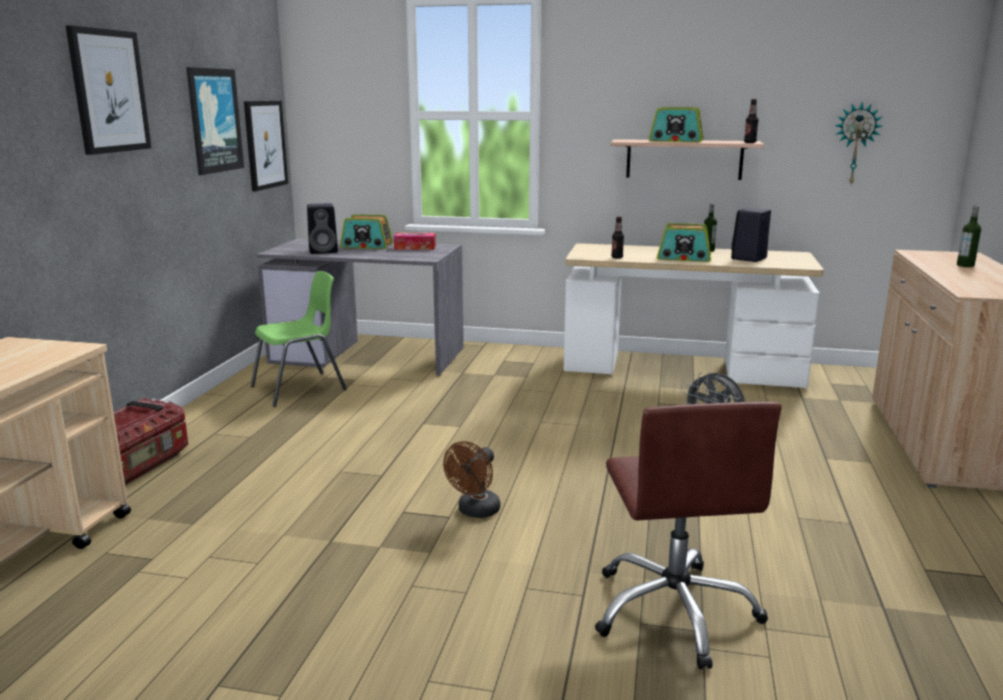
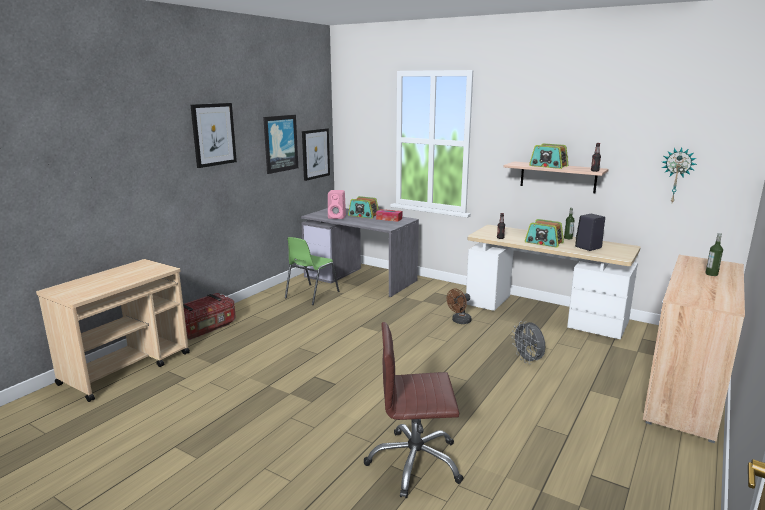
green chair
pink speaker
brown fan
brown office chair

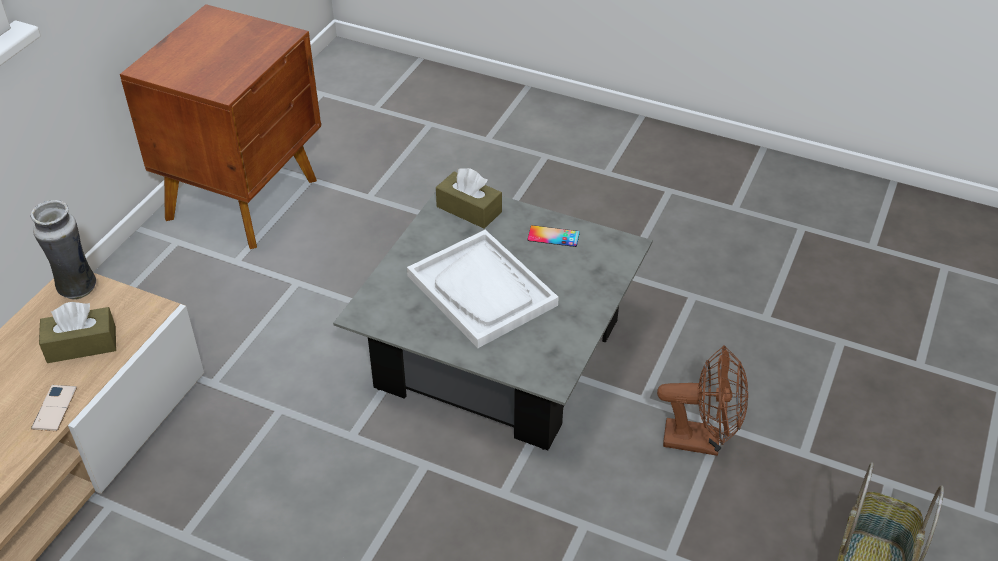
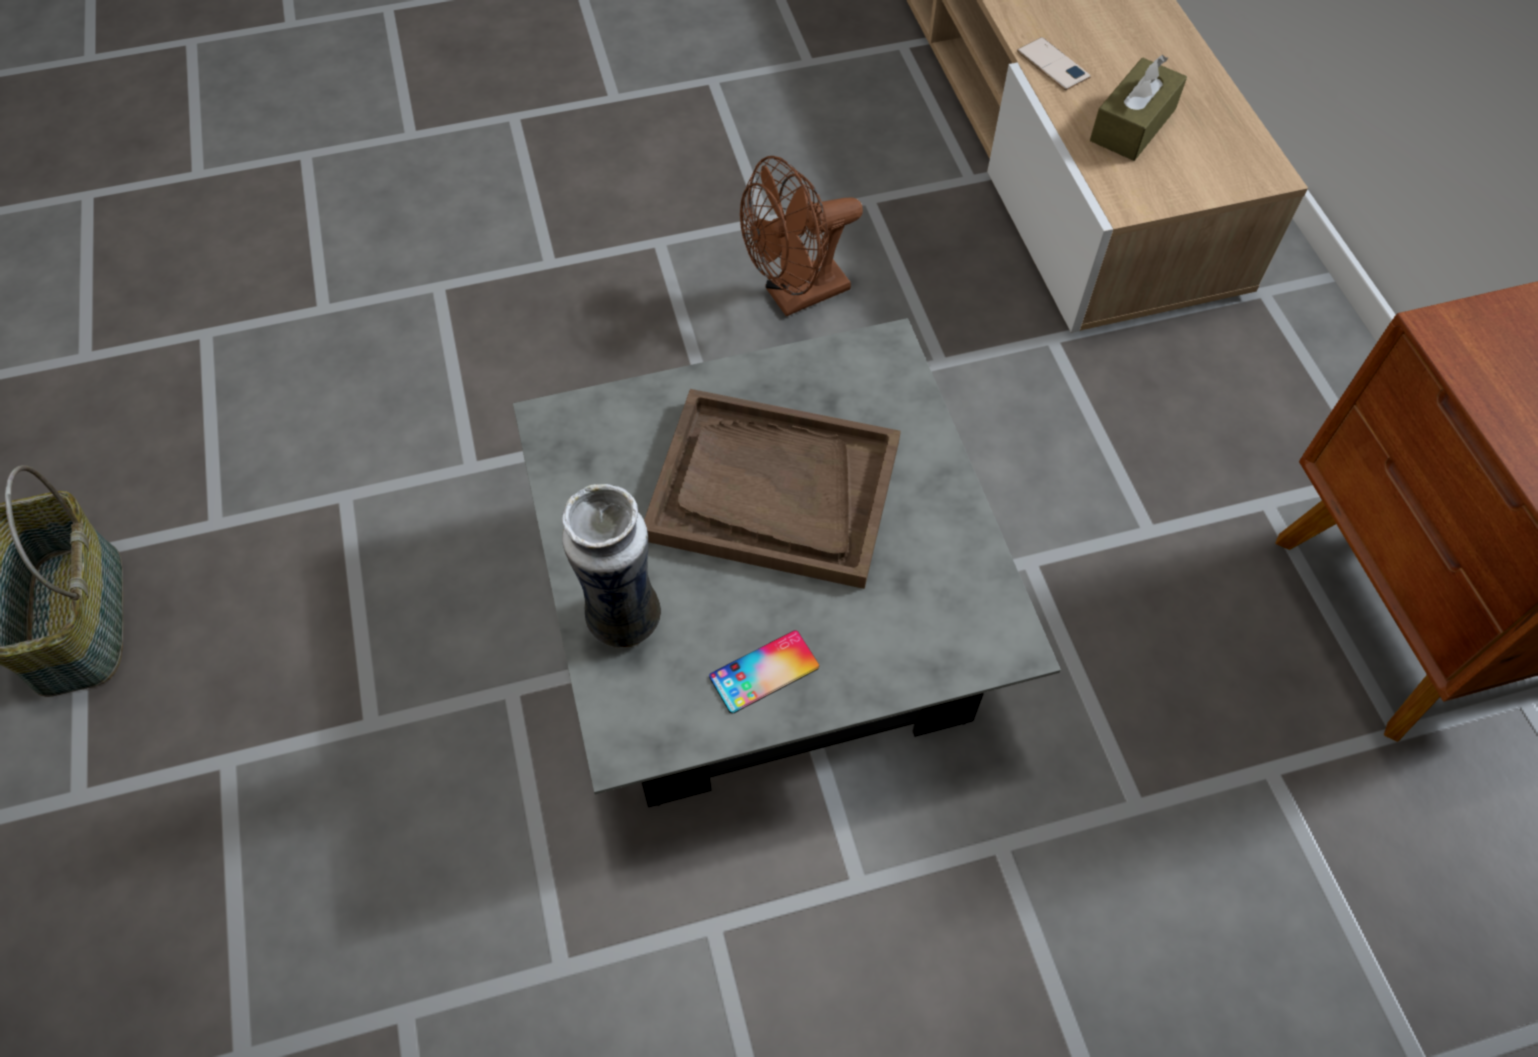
vase
brown tray
brown tissue box (2nd from left in the first image)
brown fan

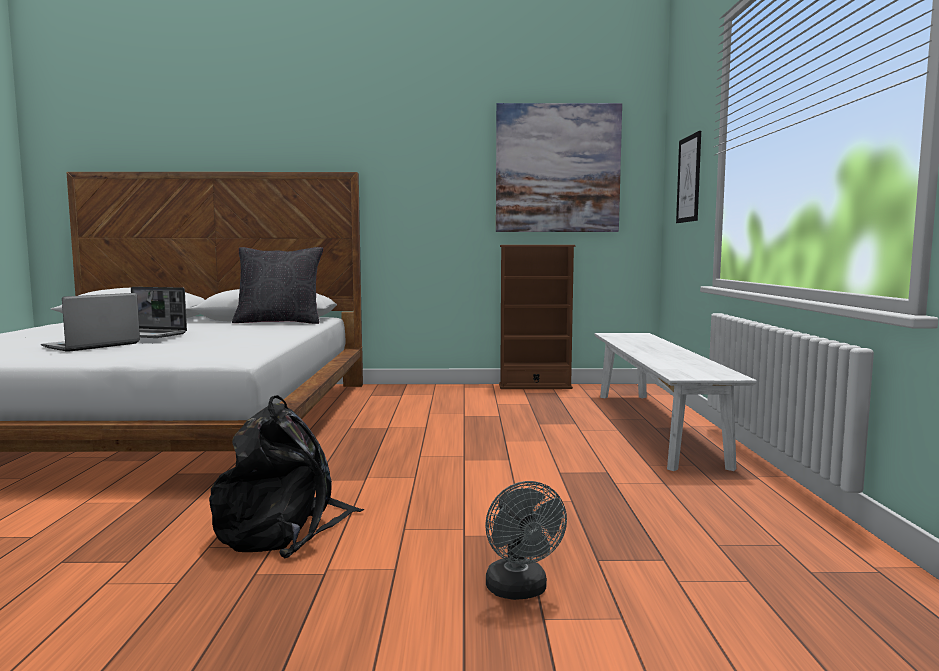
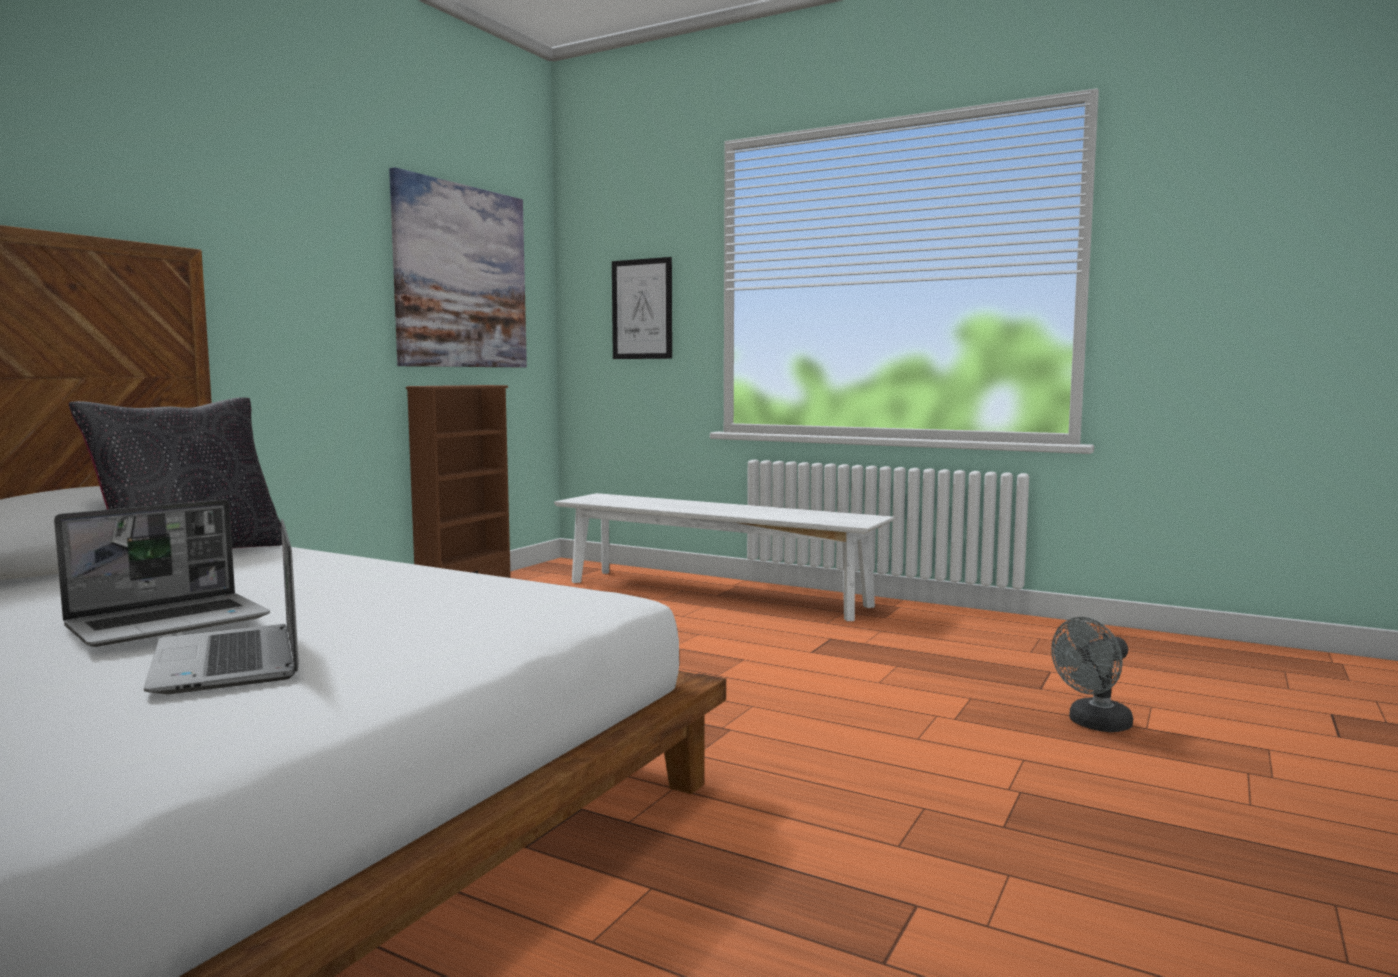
black backpack
grey fan

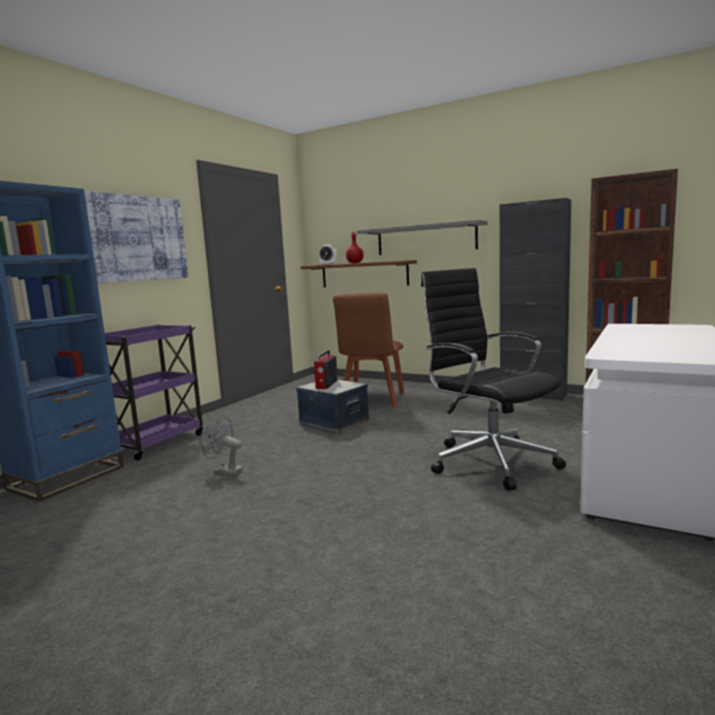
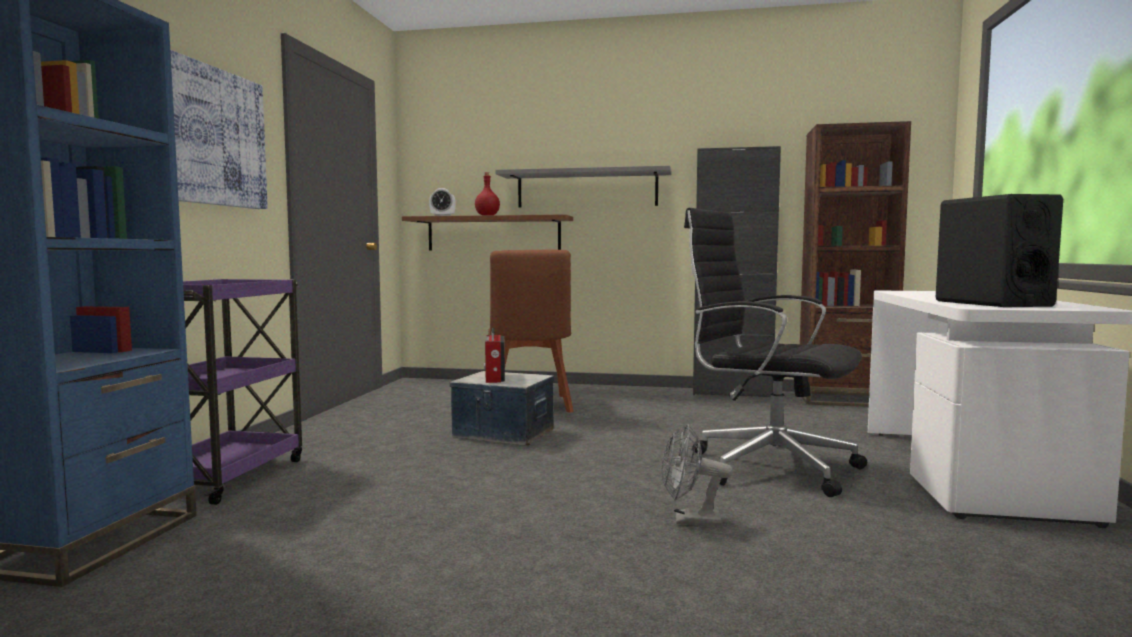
grey fan
black speaker

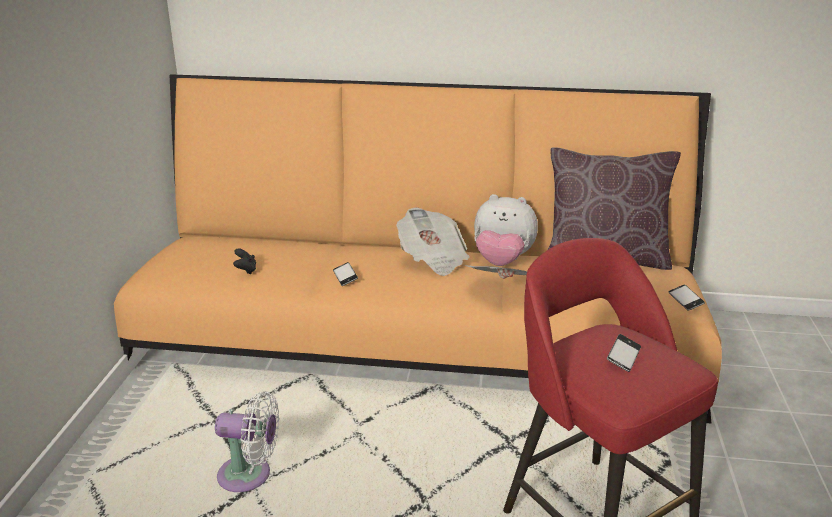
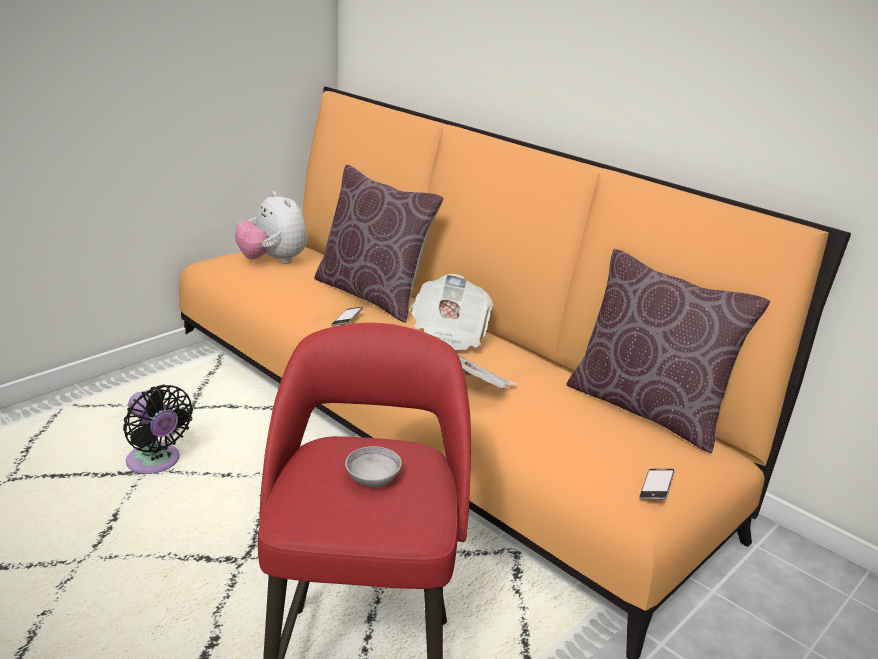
black fan
black game controller
plush toy
grey bowl
brown pillow (1st from left)

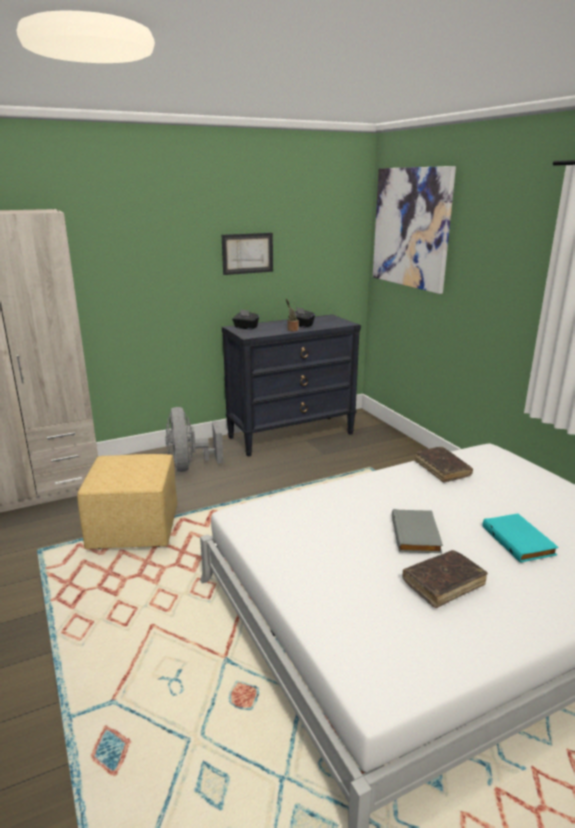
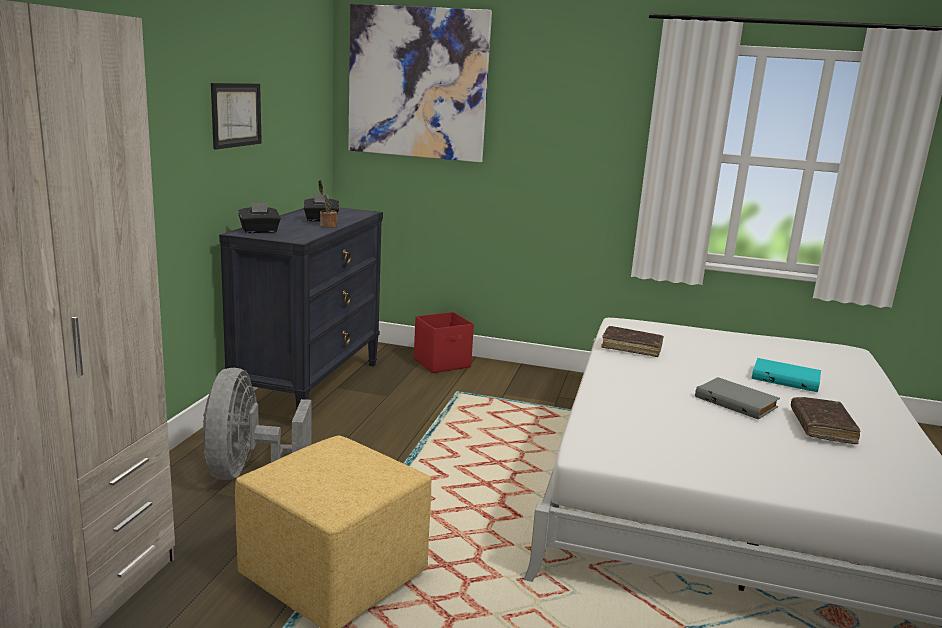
grey fan
red storage box

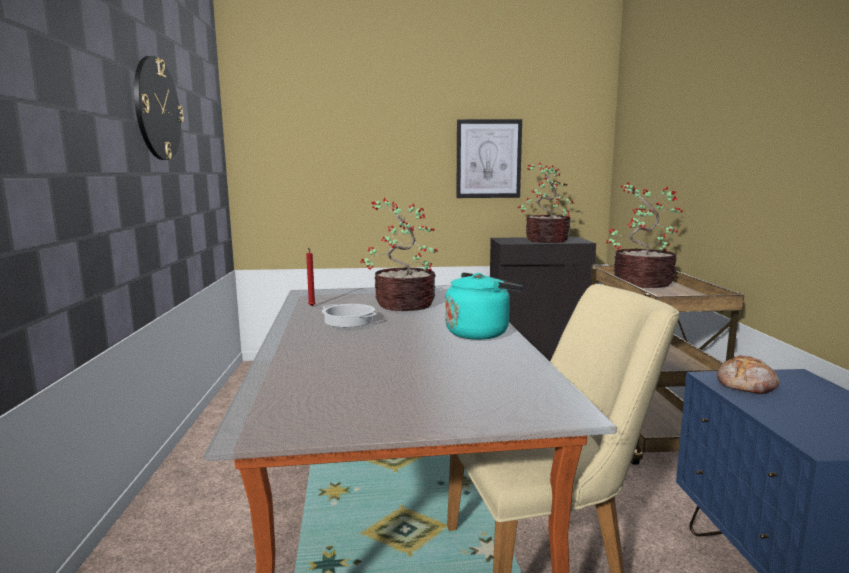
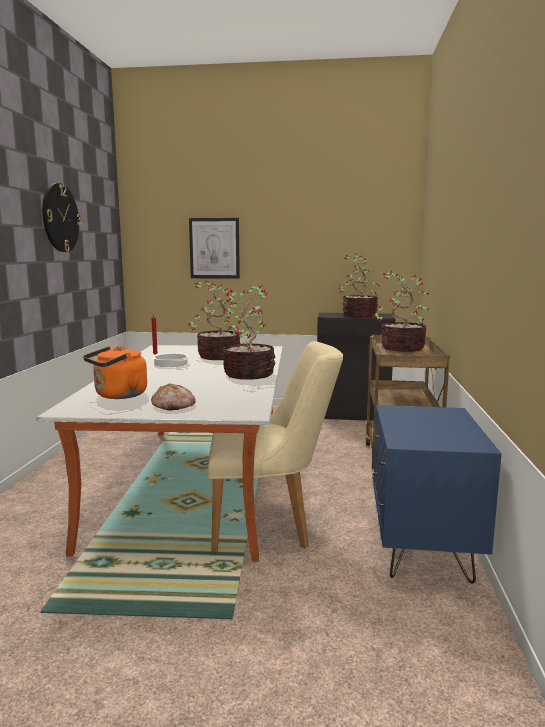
potted plant (2nd from left)
picture
bread
orange kettle

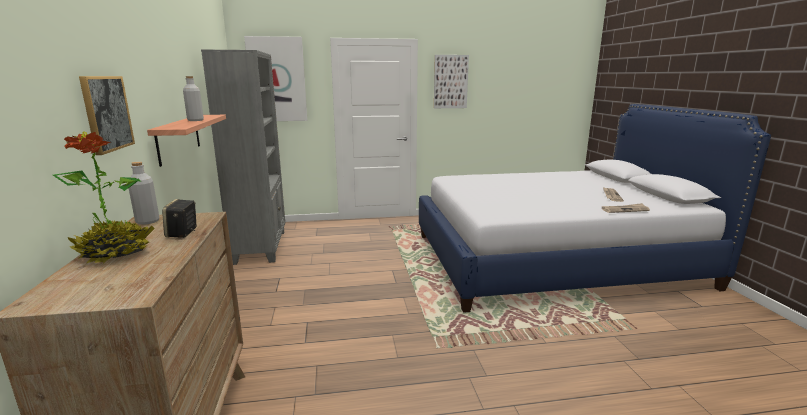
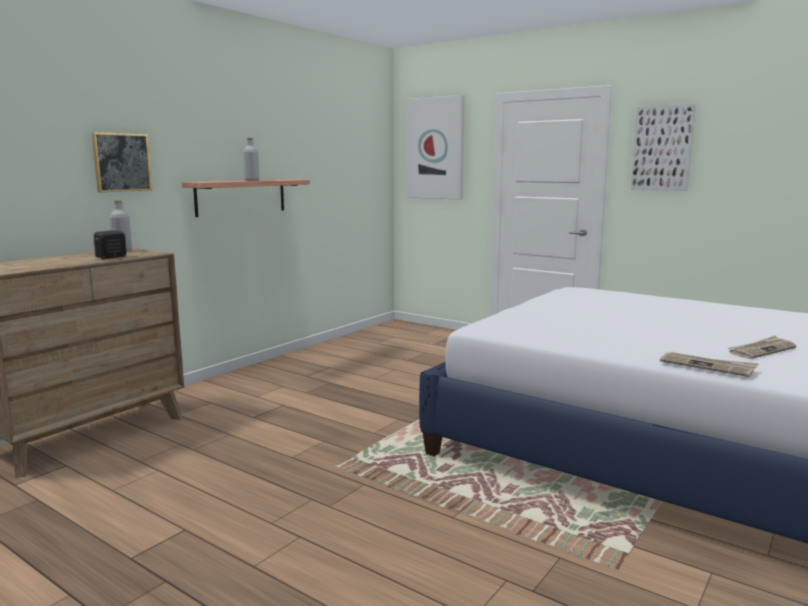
potted plant
grey bookcase

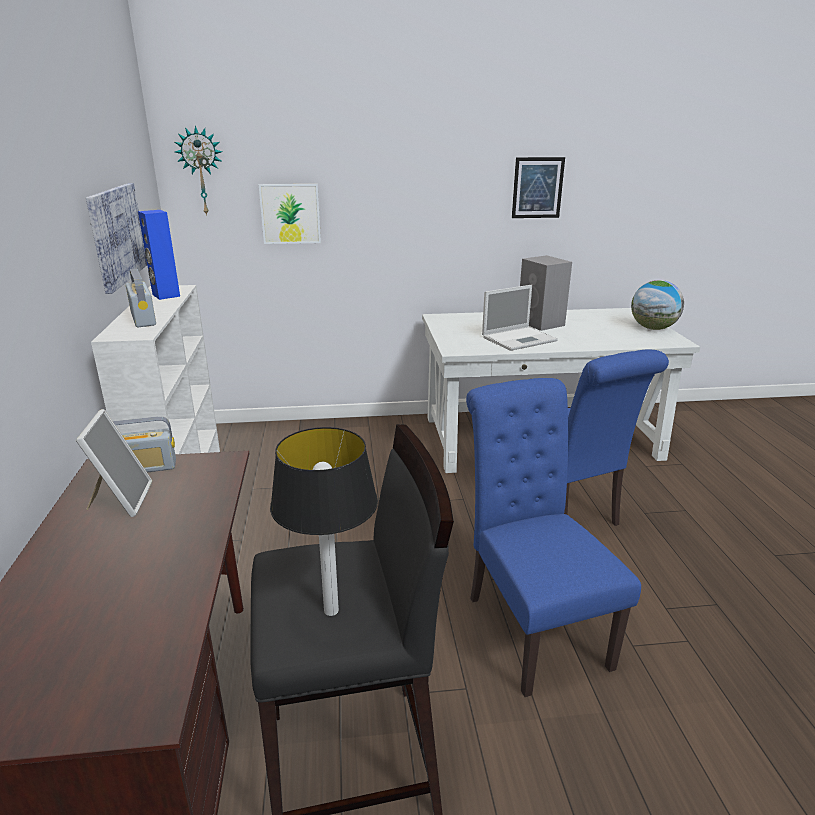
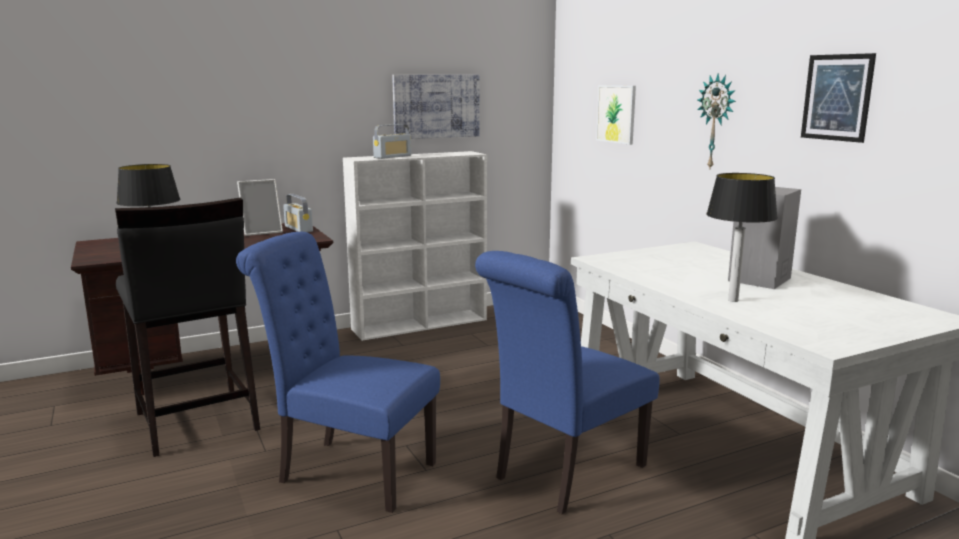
blue speaker
wall clock
blue chair (1st from left)
laptop
globe
table lamp (2nd from left)

